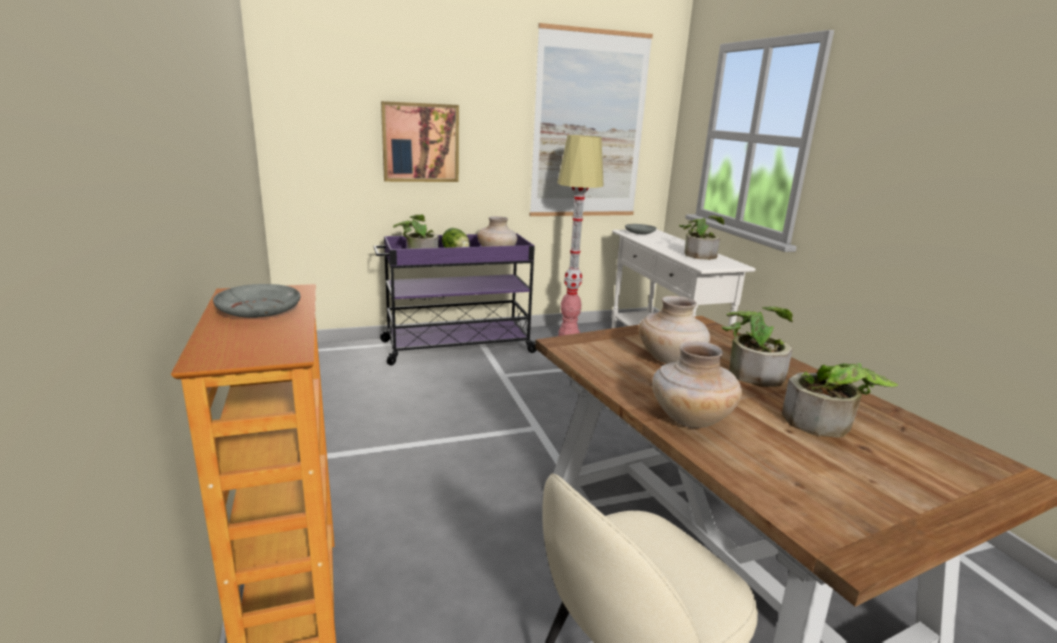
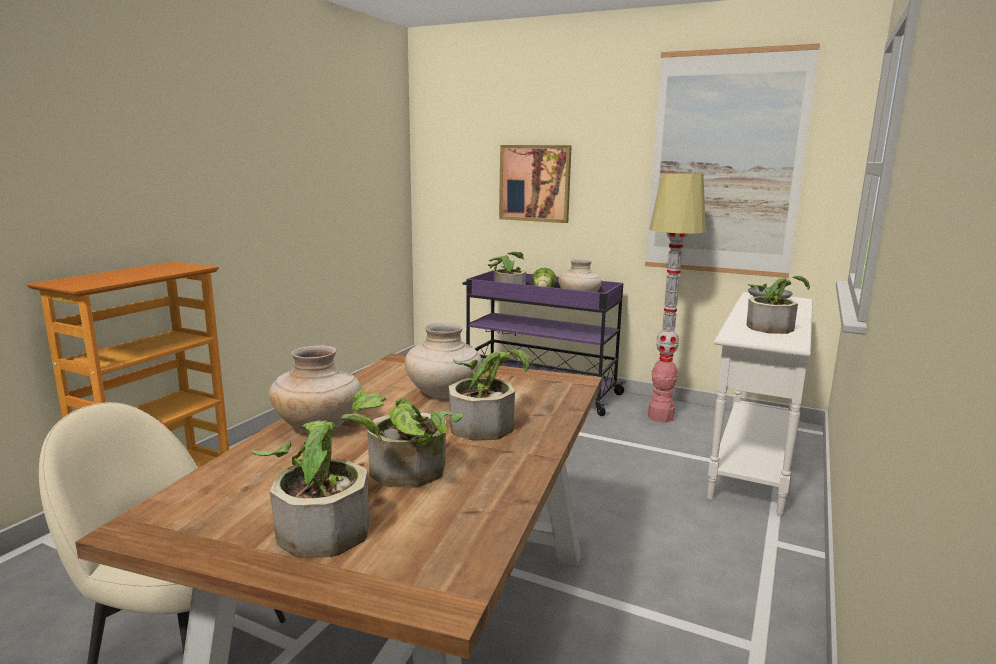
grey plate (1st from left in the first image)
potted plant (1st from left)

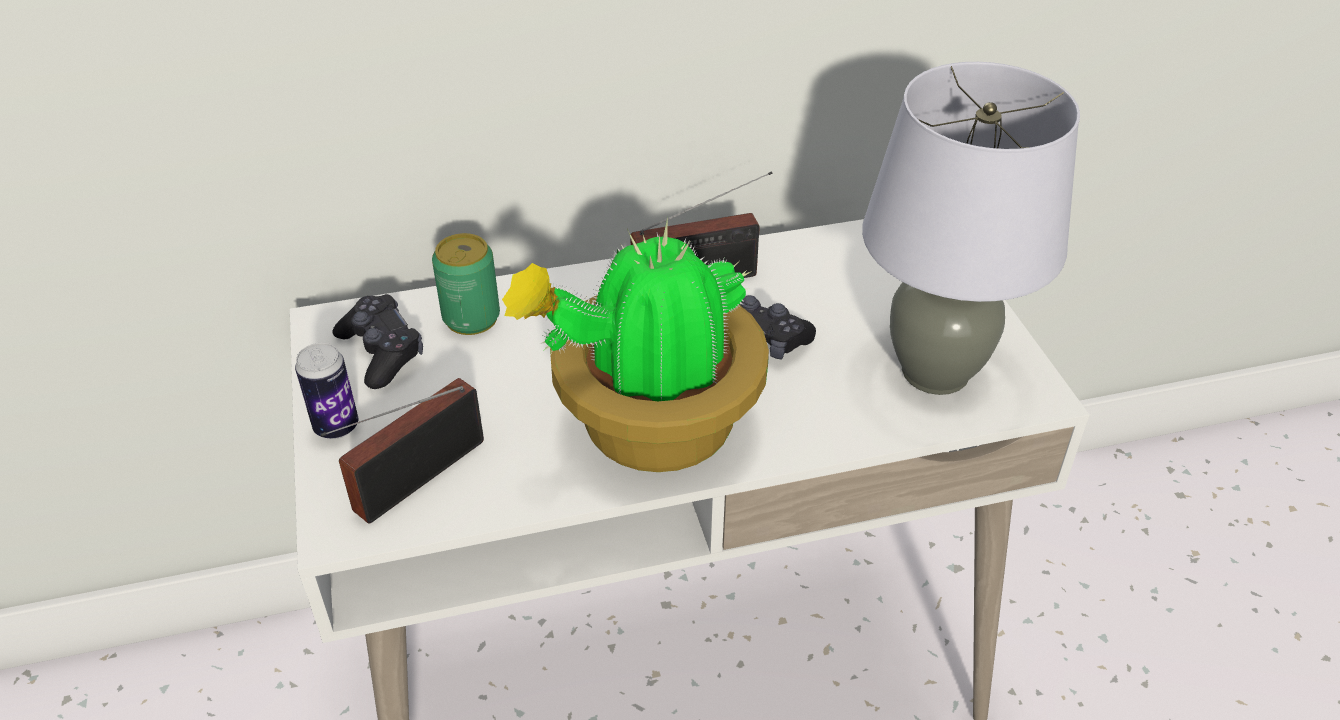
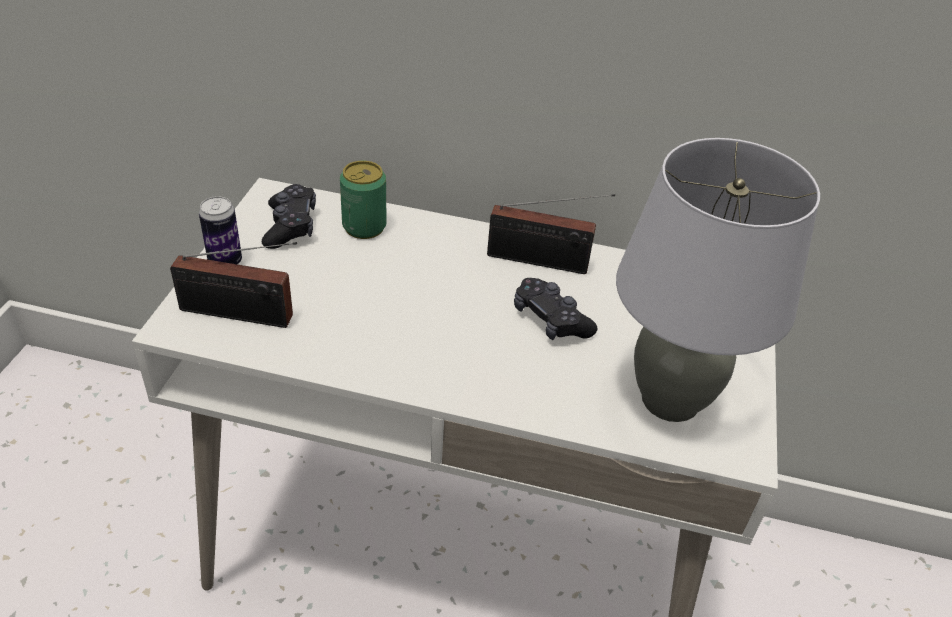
radio (1st from left)
potted plant

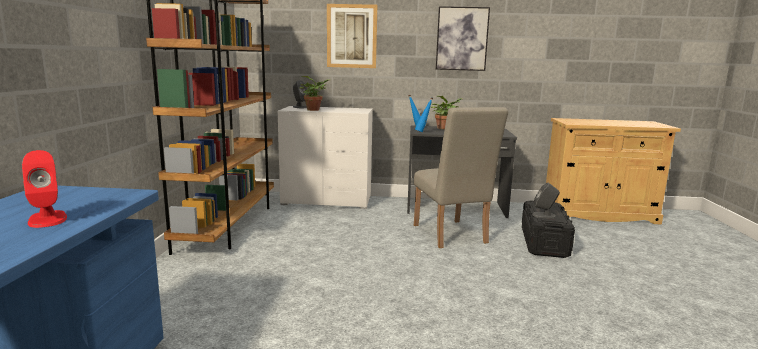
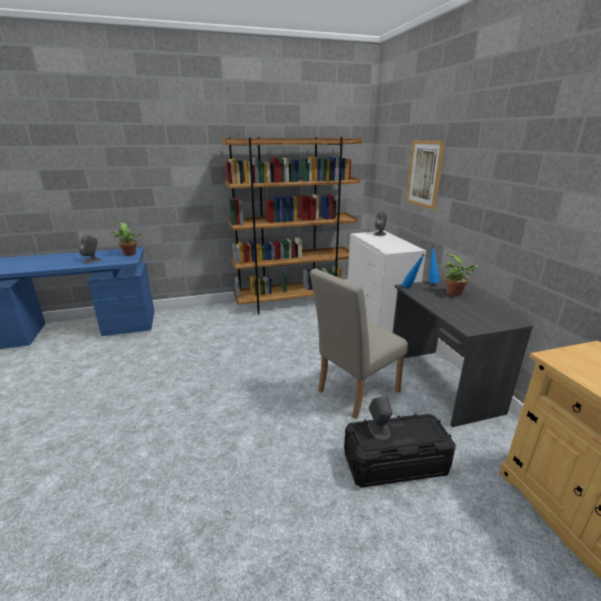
grey speaker (1st from left)
potted plant (1st from left)
picture (2nd from left in the first image)

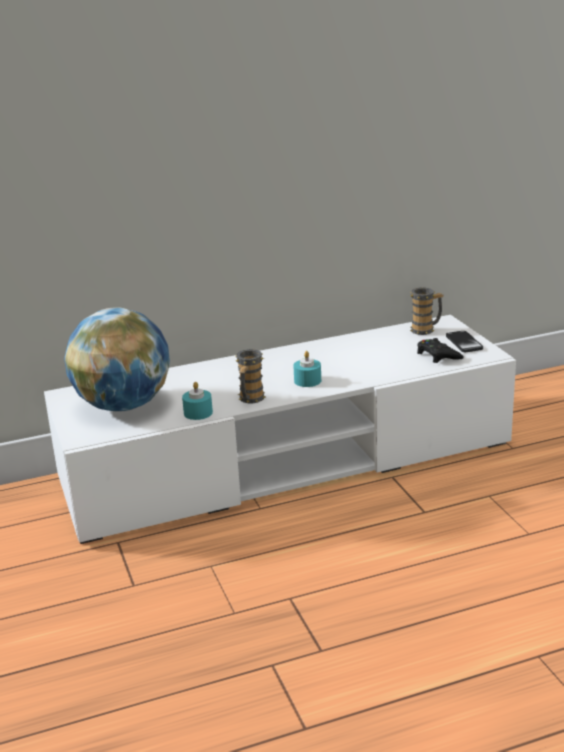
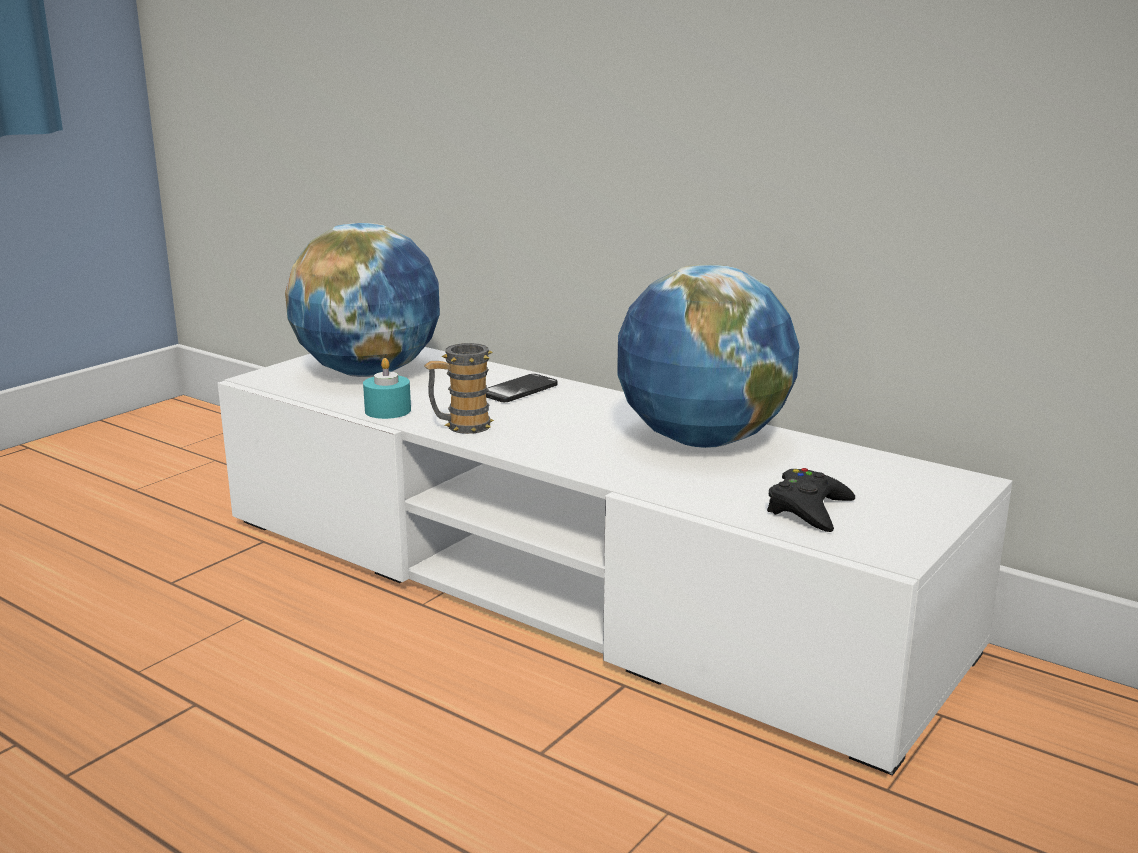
turquoise candle (2nd from left in the first image)
mug (2nd from left in the first image)
phone
globe (2nd from left)

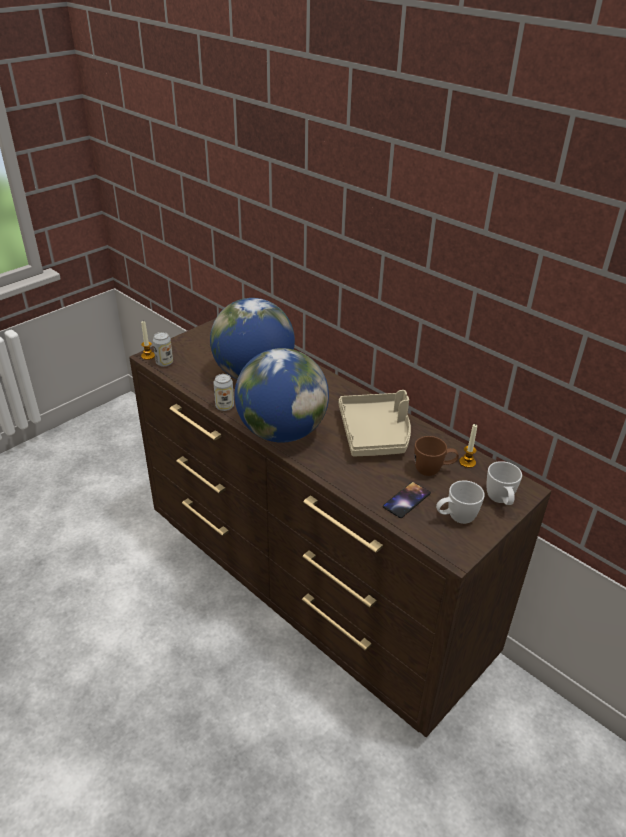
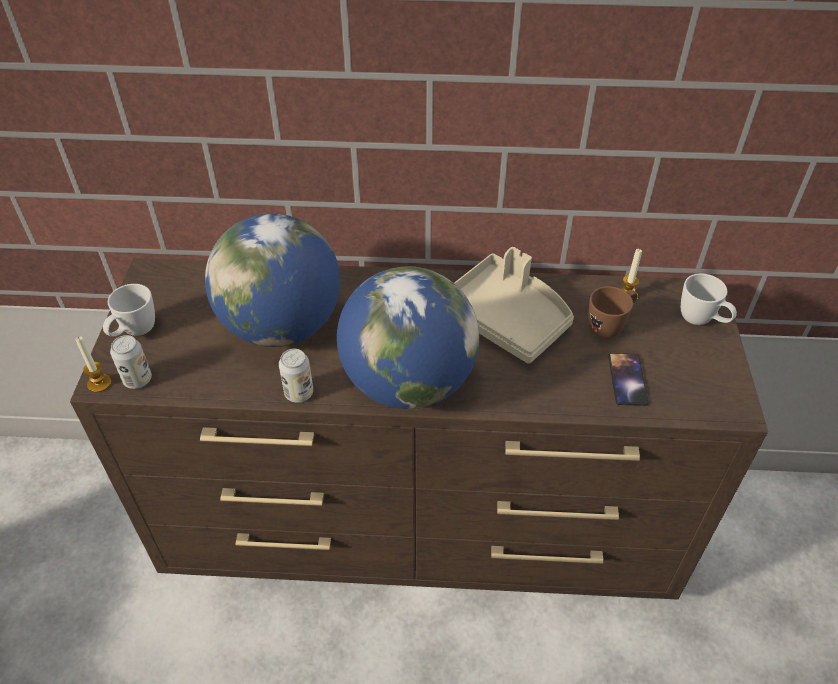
white mug (1st from left)

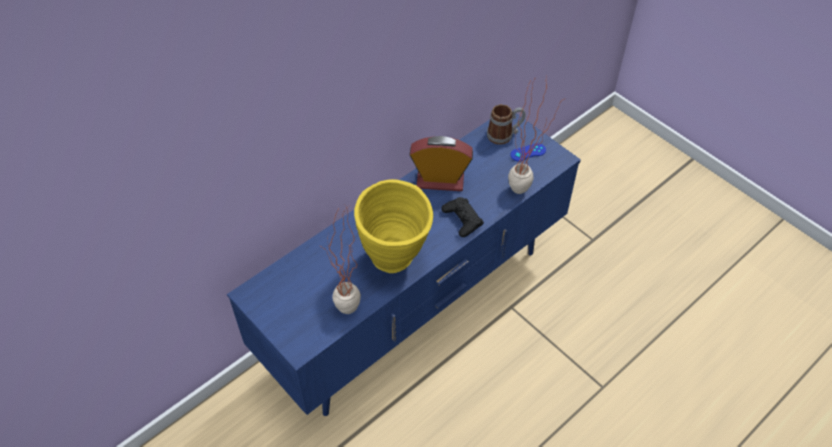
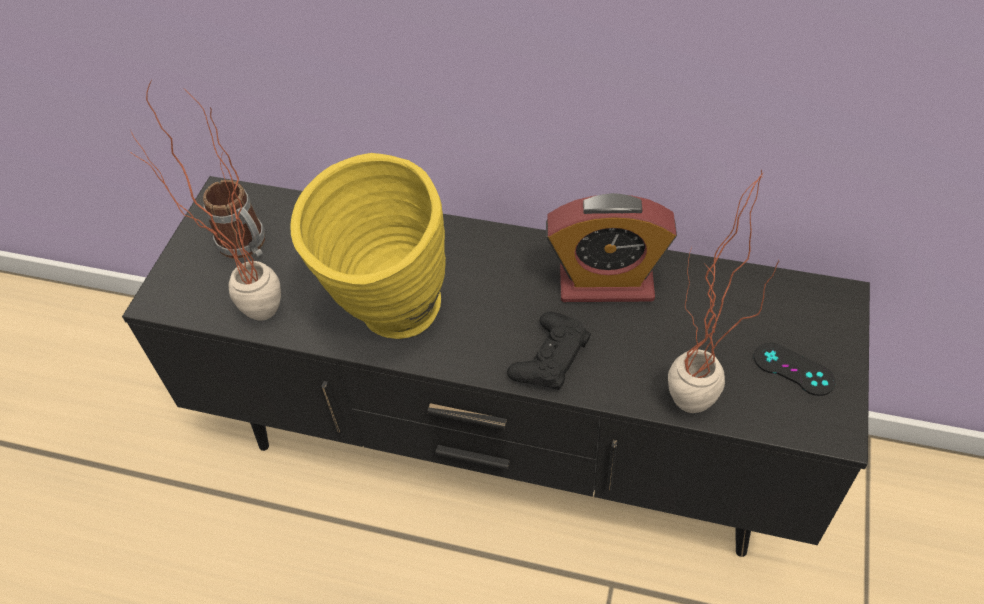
black tv stand
alarm clock
mug
black game controller (2nd from left)

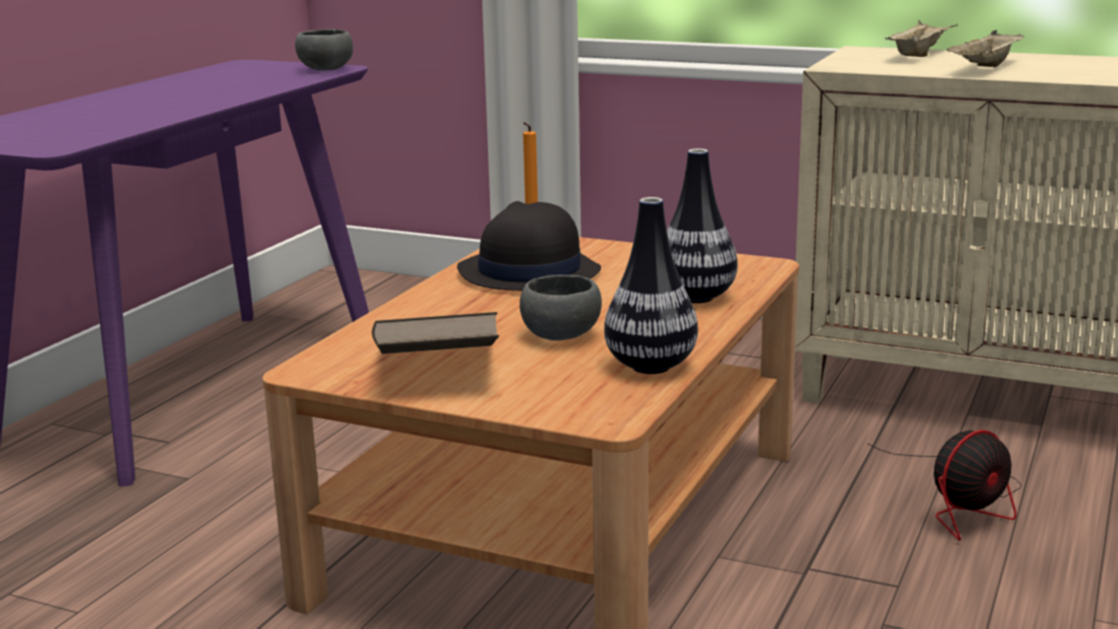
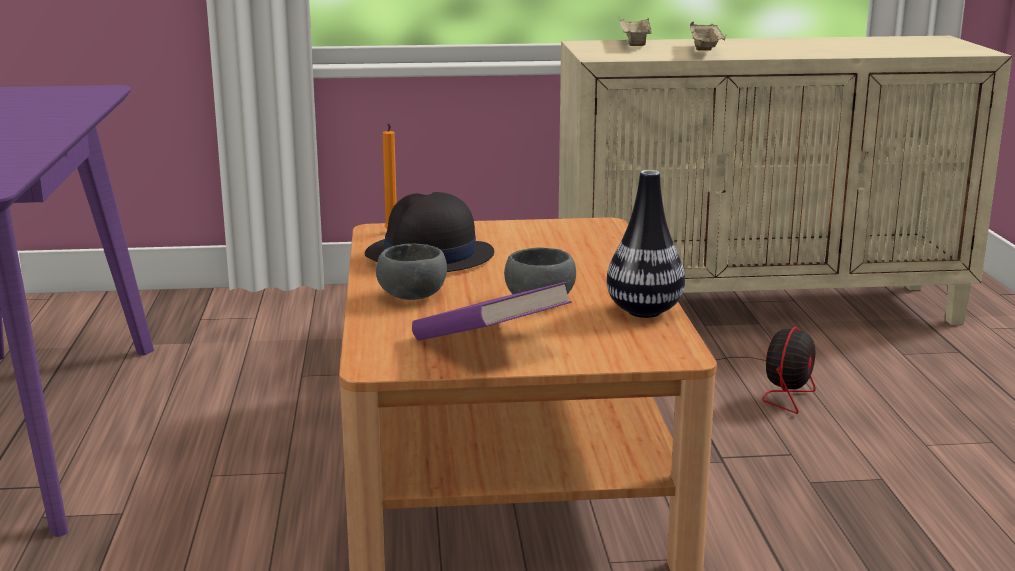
grey bowl (1st from left)
purple book
vase (2nd from left in the first image)

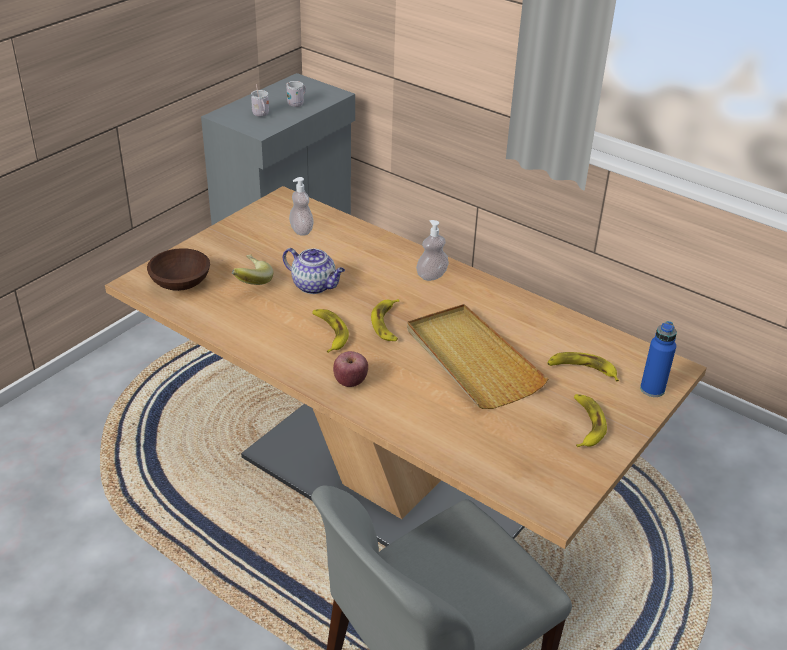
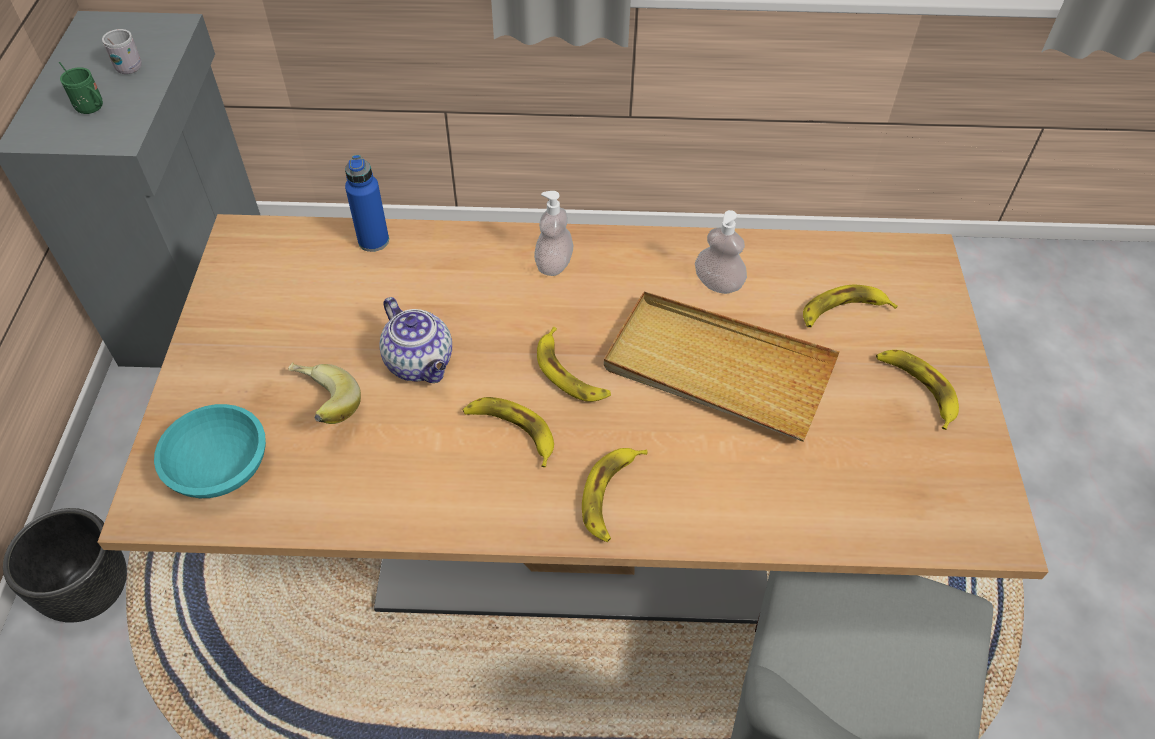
turquoise bowl
green mug
teapot
soap dispenser (2nd from left)
banana (4th from left)
blue bottle
black planter

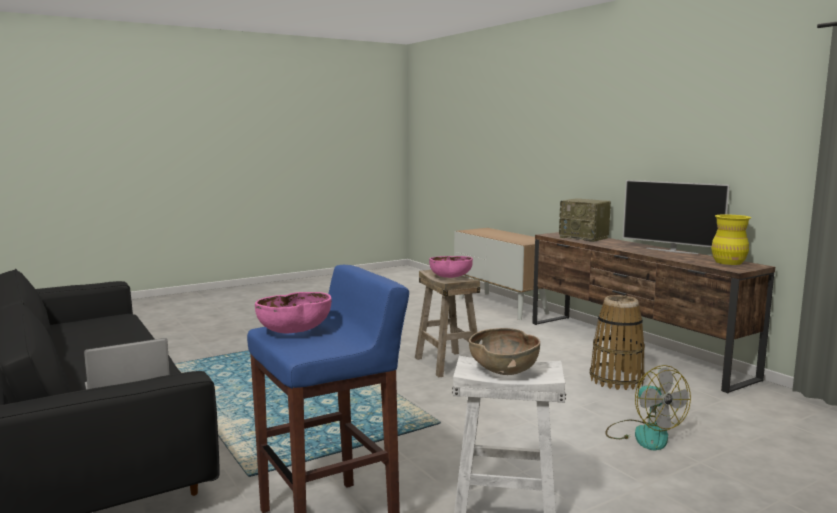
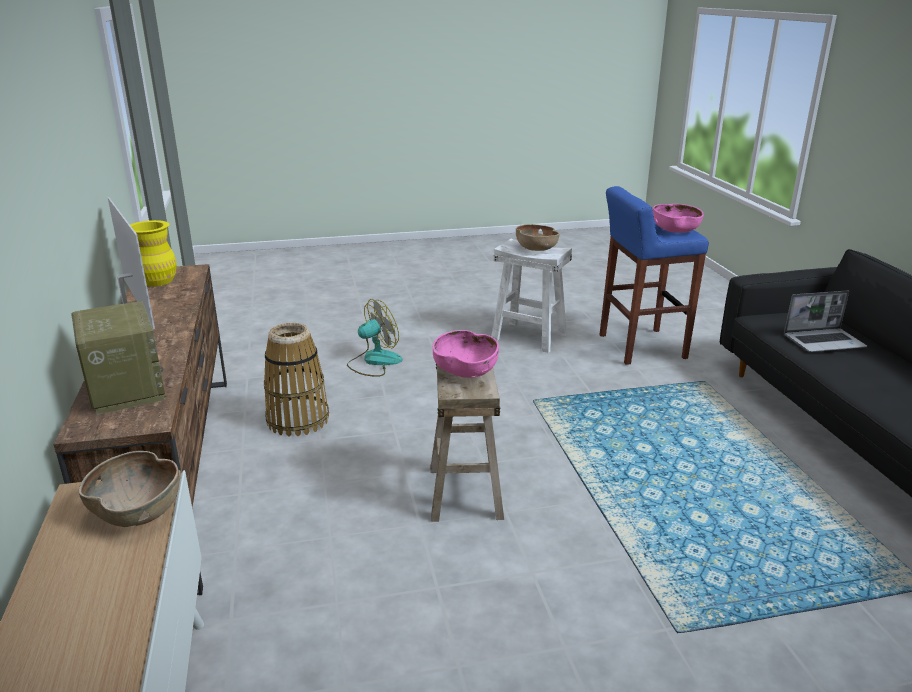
fan
brown bowl (1st from left)

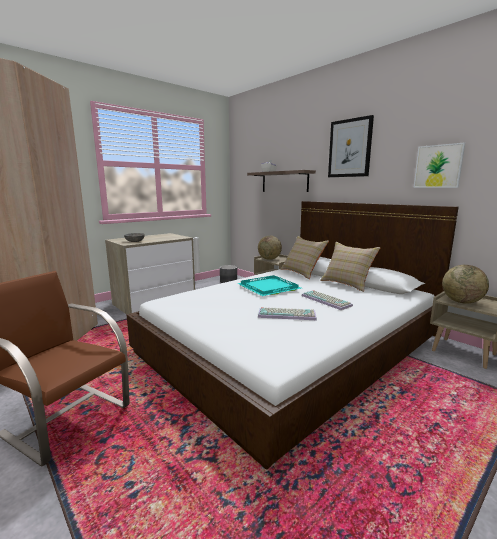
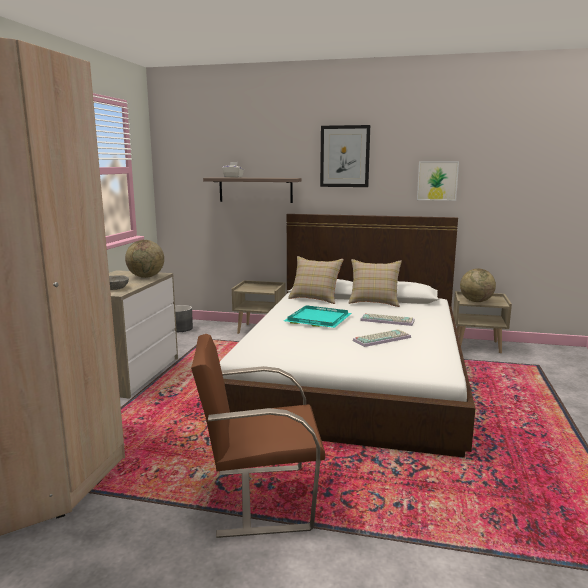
globe (1st from left)

